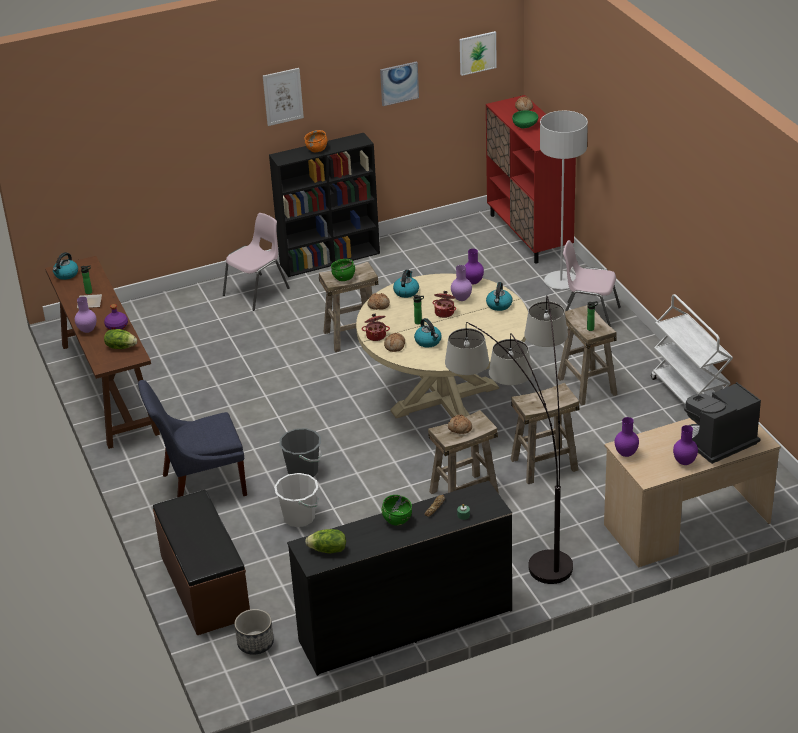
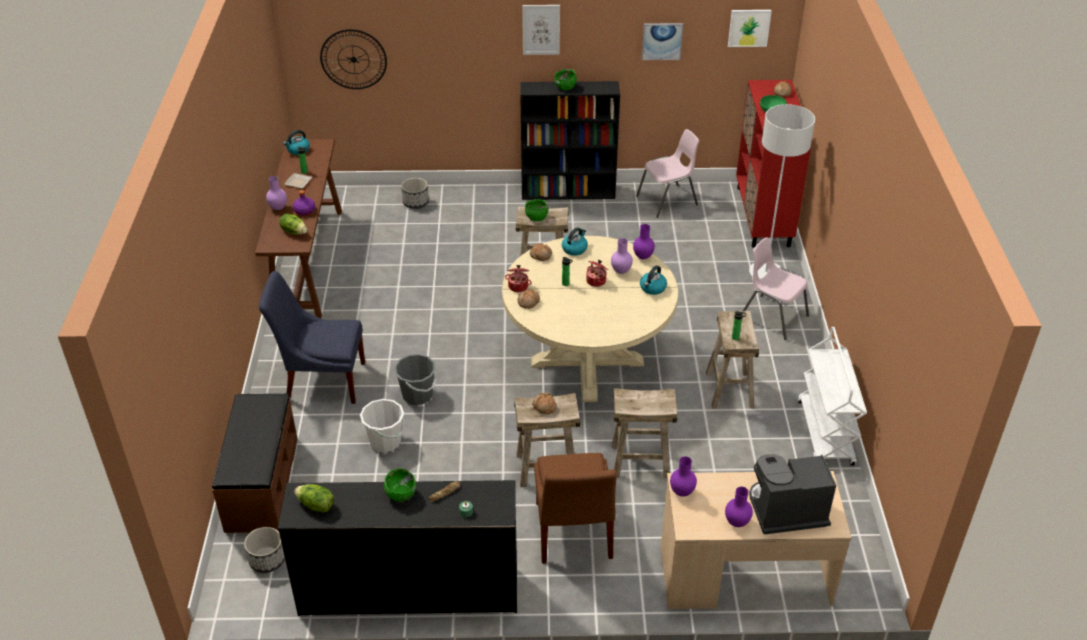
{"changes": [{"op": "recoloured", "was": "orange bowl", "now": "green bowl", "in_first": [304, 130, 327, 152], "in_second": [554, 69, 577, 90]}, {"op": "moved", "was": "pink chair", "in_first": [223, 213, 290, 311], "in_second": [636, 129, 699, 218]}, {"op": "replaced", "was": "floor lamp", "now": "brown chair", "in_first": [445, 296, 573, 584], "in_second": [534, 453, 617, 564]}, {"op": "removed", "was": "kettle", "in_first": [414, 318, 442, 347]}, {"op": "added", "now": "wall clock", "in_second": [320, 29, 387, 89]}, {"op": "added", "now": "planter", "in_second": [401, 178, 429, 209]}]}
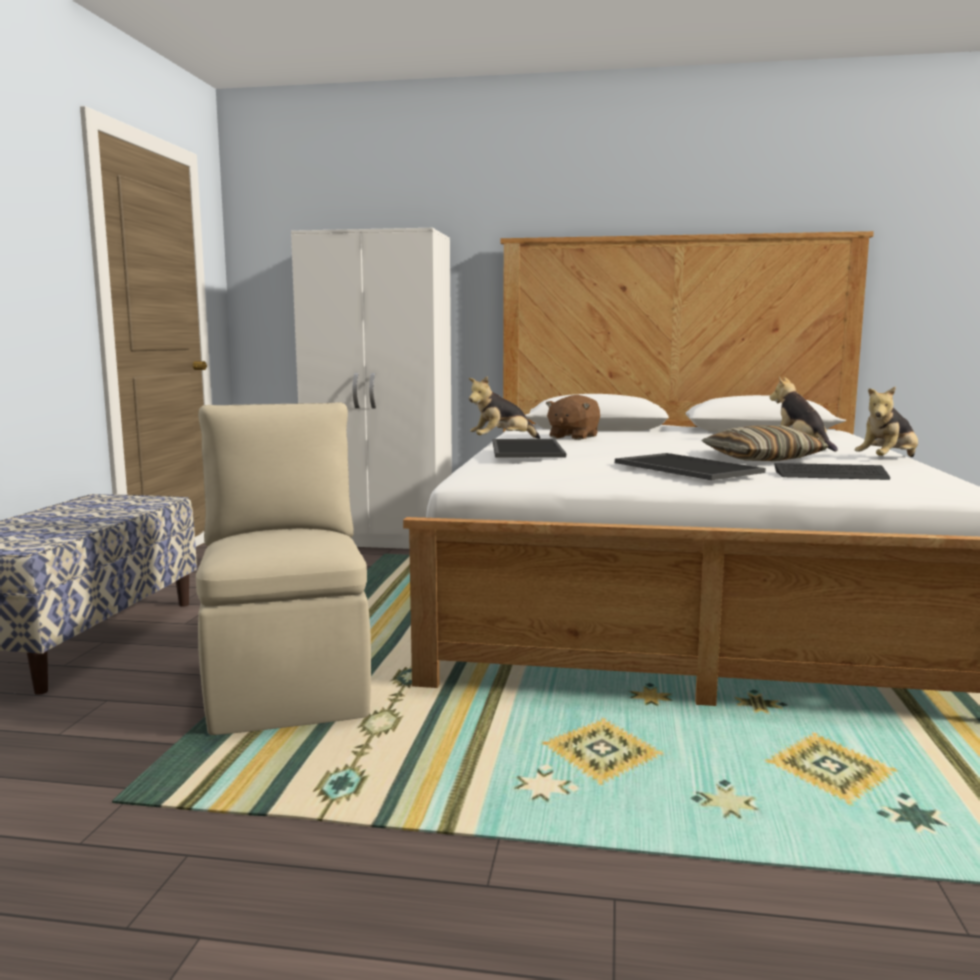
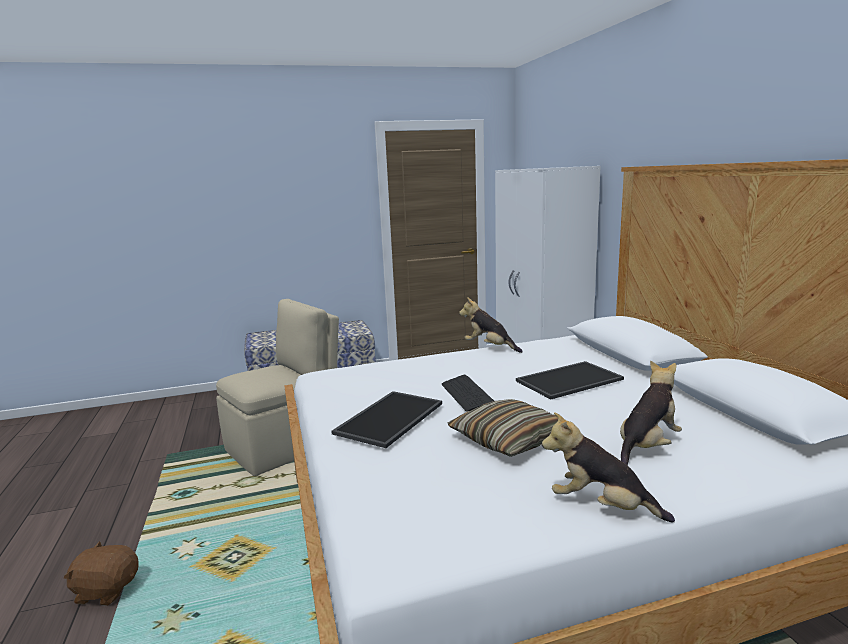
{"changes": [{"op": "moved", "was": "brown plush toy", "in_first": [545, 395, 600, 440], "in_second": [64, 541, 139, 606]}, {"op": "moved", "was": "tray", "in_first": [493, 439, 566, 458], "in_second": [516, 361, 624, 399]}, {"op": "moved", "was": "keyboard", "in_first": [774, 463, 890, 480], "in_second": [441, 374, 494, 411]}]}
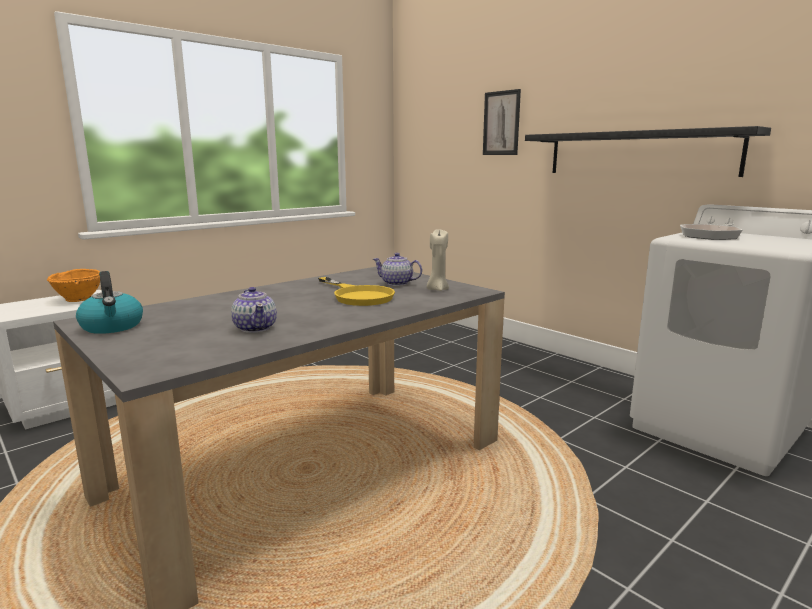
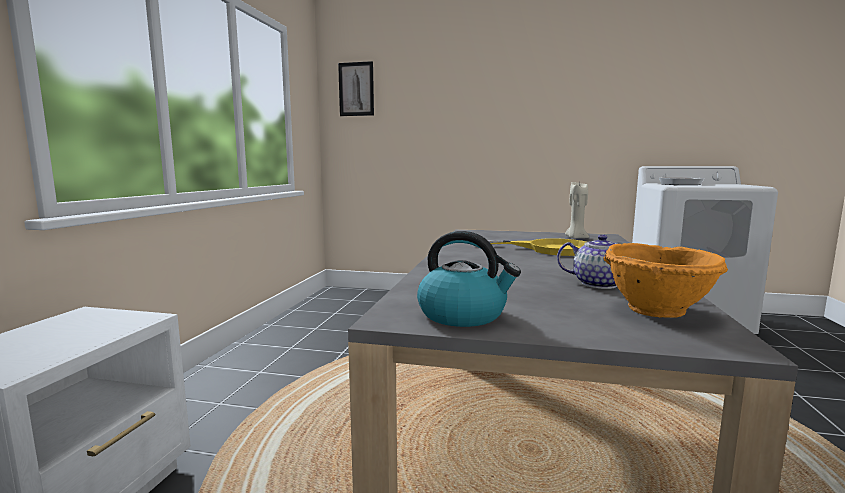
{"changes": [{"op": "moved", "was": "picture", "in_first": [483, 89, 521, 155], "in_second": [338, 61, 374, 116]}, {"op": "removed", "was": "black shelf", "in_first": [525, 126, 771, 177]}, {"op": "removed", "was": "teapot", "in_first": [373, 253, 422, 286]}, {"op": "moved", "was": "orange bowl", "in_first": [47, 269, 100, 302], "in_second": [603, 243, 728, 318]}]}
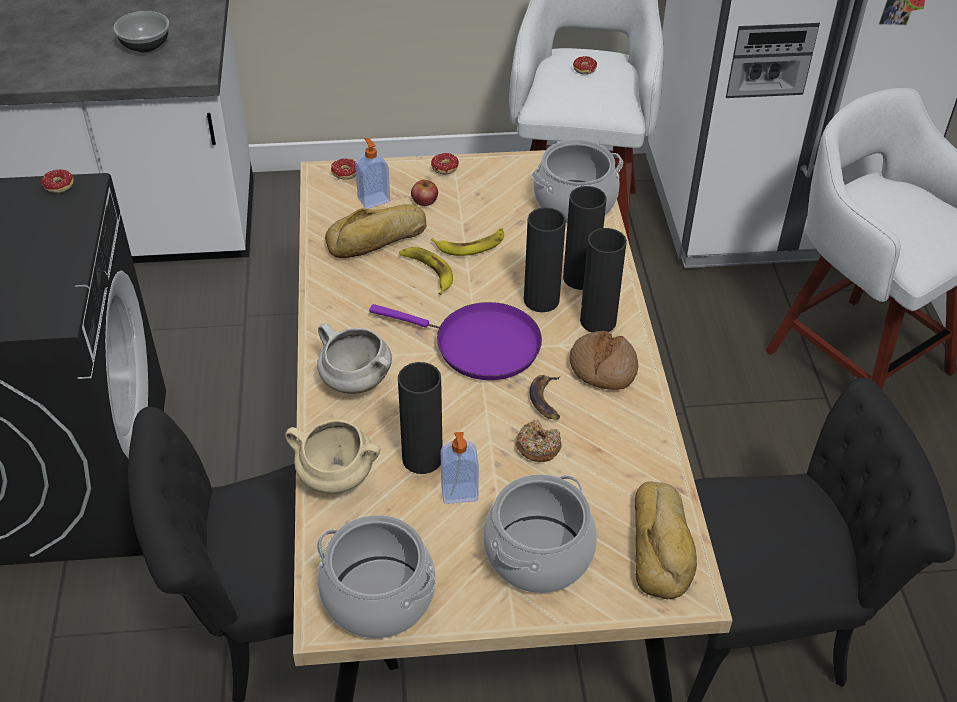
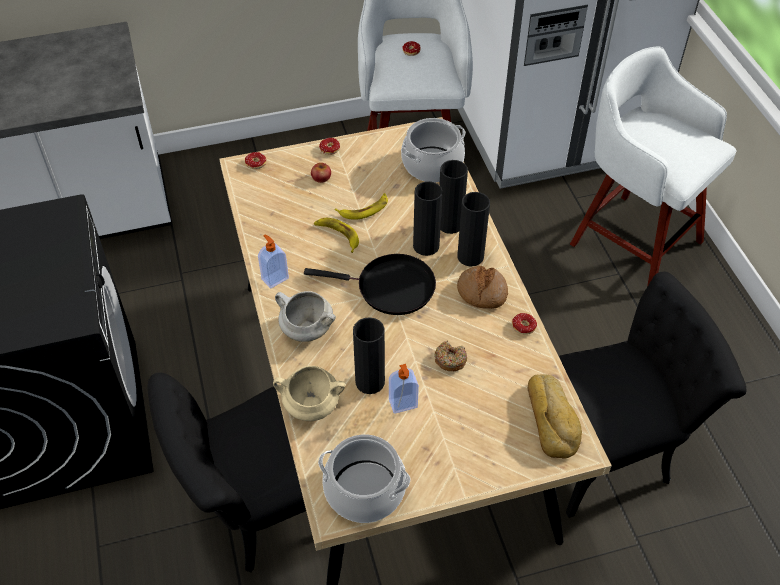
{"changes": [{"op": "removed", "was": "bowl", "in_first": [114, 11, 169, 52]}, {"op": "moved", "was": "soap dispenser", "in_first": [355, 138, 390, 209], "in_second": [258, 235, 289, 289]}, {"op": "moved", "was": "donut", "in_first": [42, 169, 74, 193], "in_second": [512, 313, 537, 335]}, {"op": "removed", "was": "bread", "in_first": [325, 204, 427, 258]}, {"op": "recoloured", "was": "purple frying pan", "now": "black frying pan", "in_first": [369, 302, 542, 380], "in_second": [304, 254, 436, 315]}, {"op": "removed", "was": "banana", "in_first": [530, 375, 560, 420]}, {"op": "removed", "was": "cooking pot", "in_first": [483, 474, 597, 593]}]}
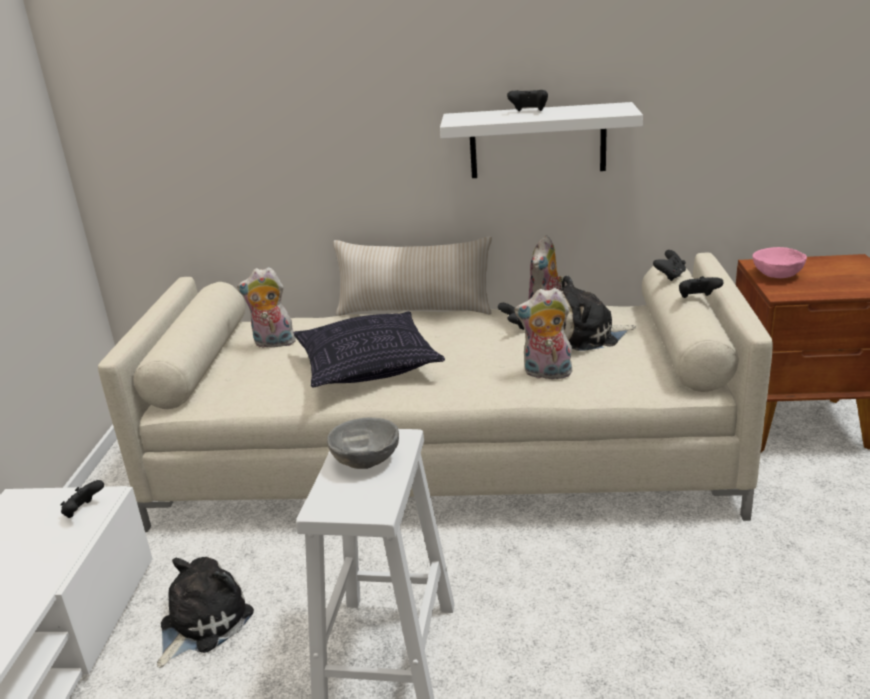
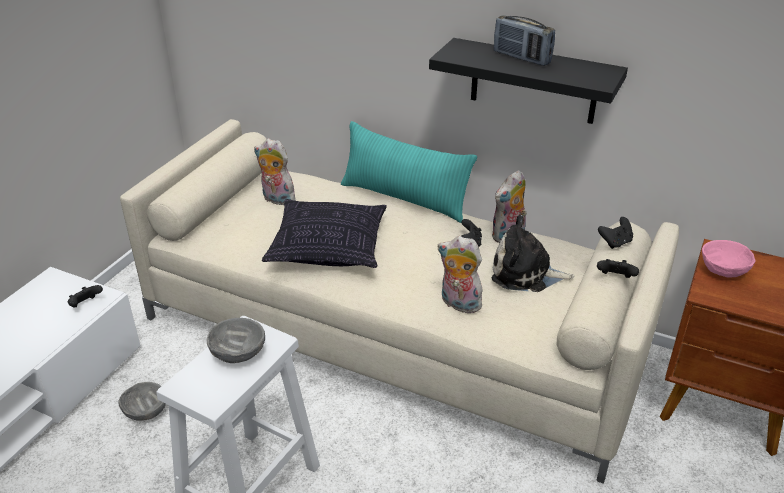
{"changes": [{"op": "replaced", "was": "black game controller", "now": "radio", "in_first": [507, 90, 548, 111], "in_second": [494, 15, 555, 66]}, {"op": "recoloured", "was": "white shelf", "now": "black shelf", "in_first": [440, 102, 643, 178], "in_second": [429, 38, 628, 124]}, {"op": "recoloured", "was": "beige pillow", "now": "turquoise pillow", "in_first": [333, 237, 492, 316], "in_second": [341, 121, 477, 223]}, {"op": "replaced", "was": "plush toy", "now": "grey bowl", "in_first": [157, 557, 254, 668], "in_second": [118, 382, 166, 421]}]}
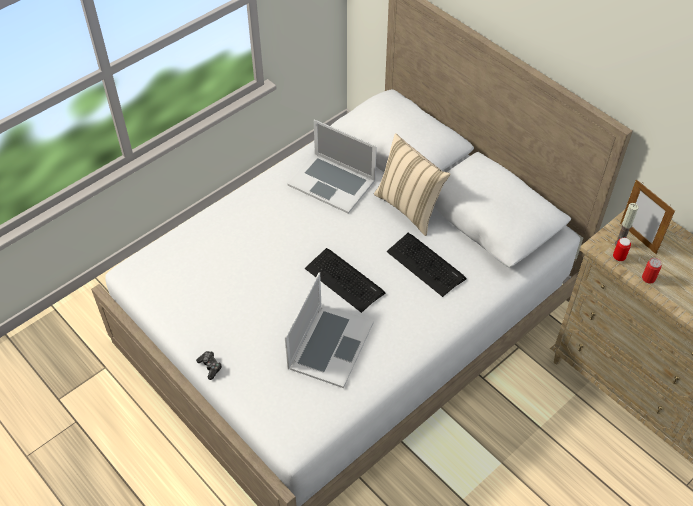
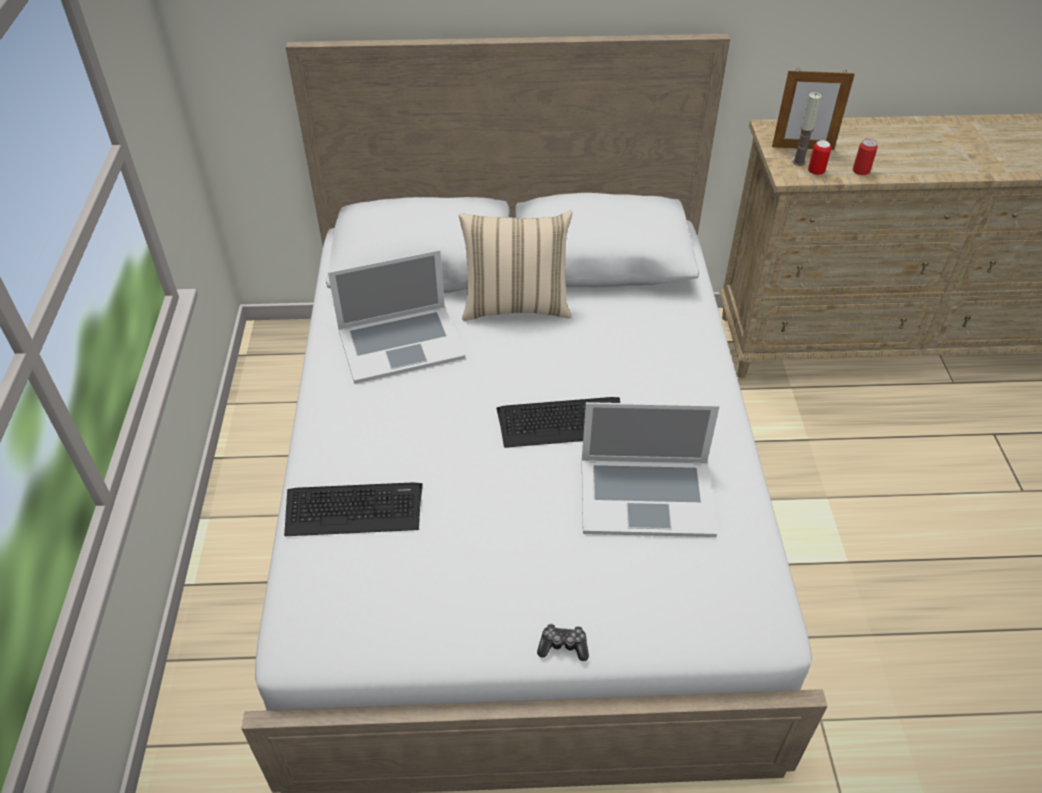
{"changes": [{"op": "moved", "was": "keyboard", "in_first": [387, 233, 467, 297], "in_second": [284, 482, 423, 536]}, {"op": "turned", "was": "laptop", "in_first": [285, 272, 374, 388], "in_second": [582, 402, 720, 537], "clockwise": 120}]}
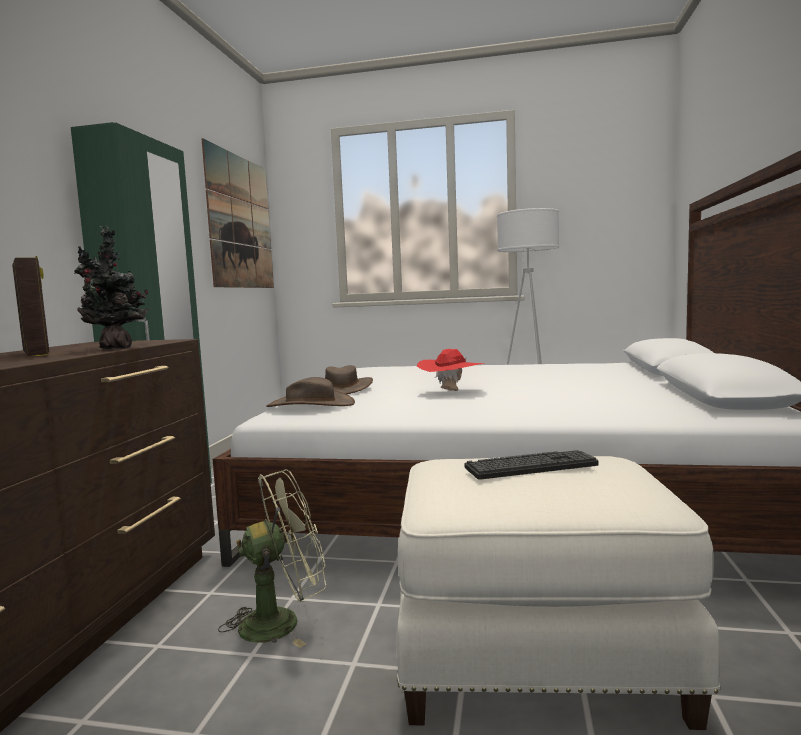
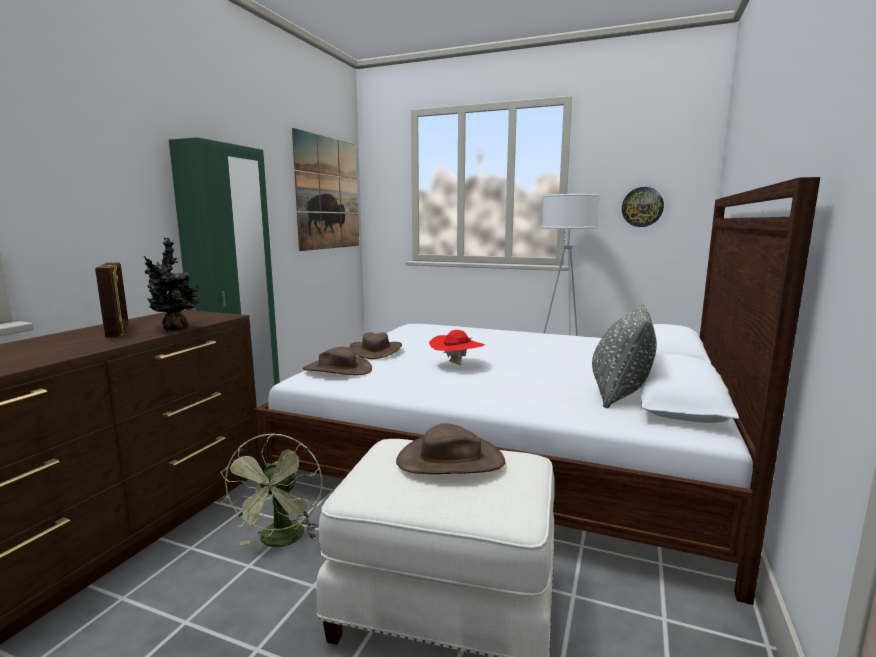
{"changes": [{"op": "replaced", "was": "keyboard", "now": "brown hat", "in_first": [465, 450, 599, 480], "in_second": [396, 423, 505, 474]}, {"op": "turned", "was": "green fan", "in_first": [218, 469, 326, 648], "in_second": [220, 433, 322, 547], "clockwise": 105}, {"op": "added", "now": "wall clock", "in_second": [622, 187, 664, 227]}, {"op": "added", "now": "grey pillow", "in_second": [592, 304, 657, 408]}]}
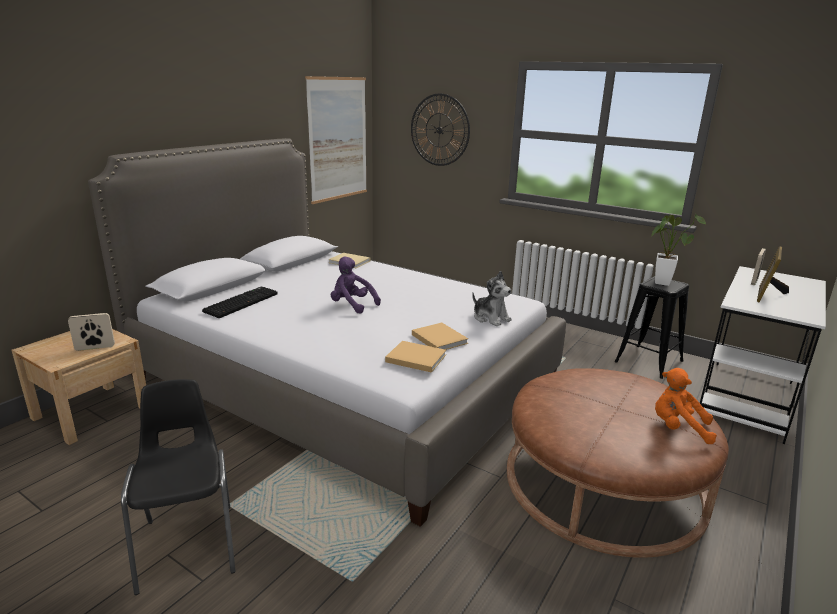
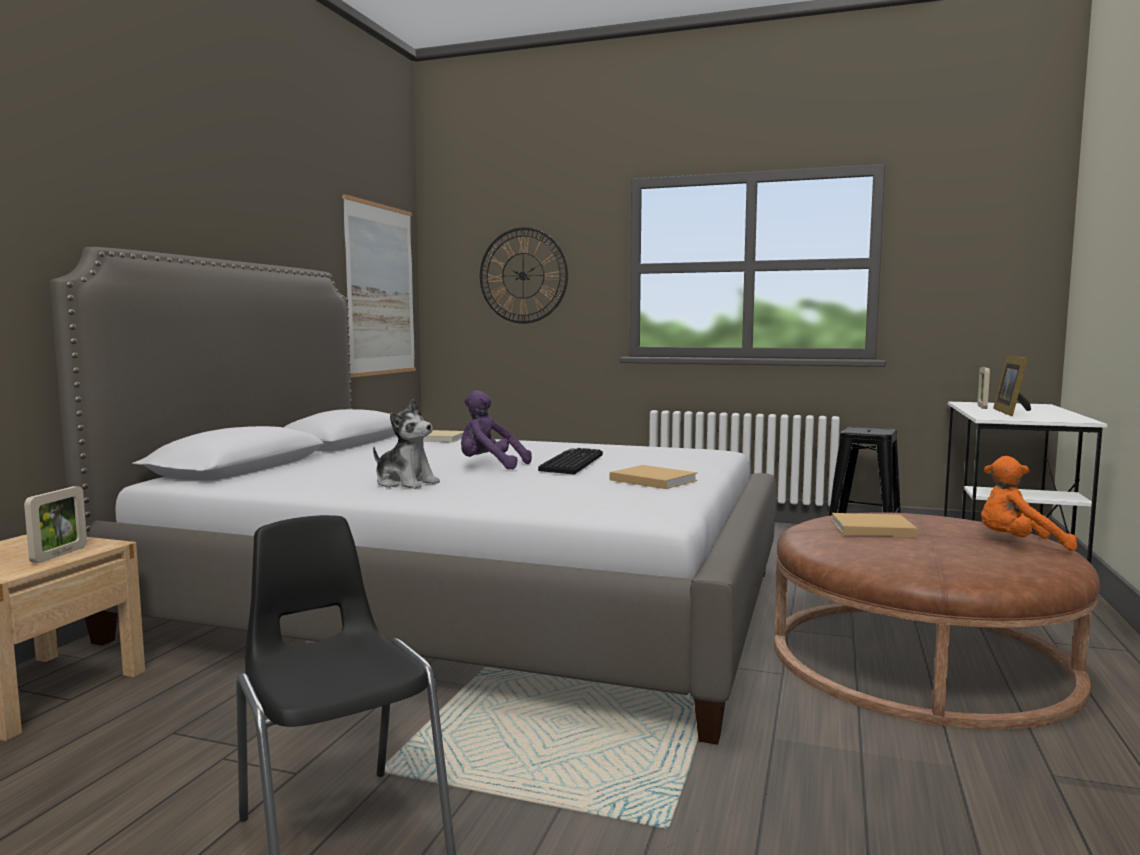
{"changes": [{"op": "removed", "was": "potted plant", "in_first": [651, 213, 706, 286]}, {"op": "moved", "was": "plush toy", "in_first": [472, 271, 512, 326], "in_second": [373, 399, 440, 489]}, {"op": "moved", "was": "keyboard", "in_first": [202, 286, 278, 318], "in_second": [538, 448, 603, 474]}, {"op": "turned", "was": "picture frame", "in_first": [68, 313, 115, 351], "in_second": [24, 486, 87, 563], "clockwise": 135}, {"op": "moved", "was": "beige book", "in_first": [385, 341, 446, 373], "in_second": [831, 513, 918, 537]}]}
